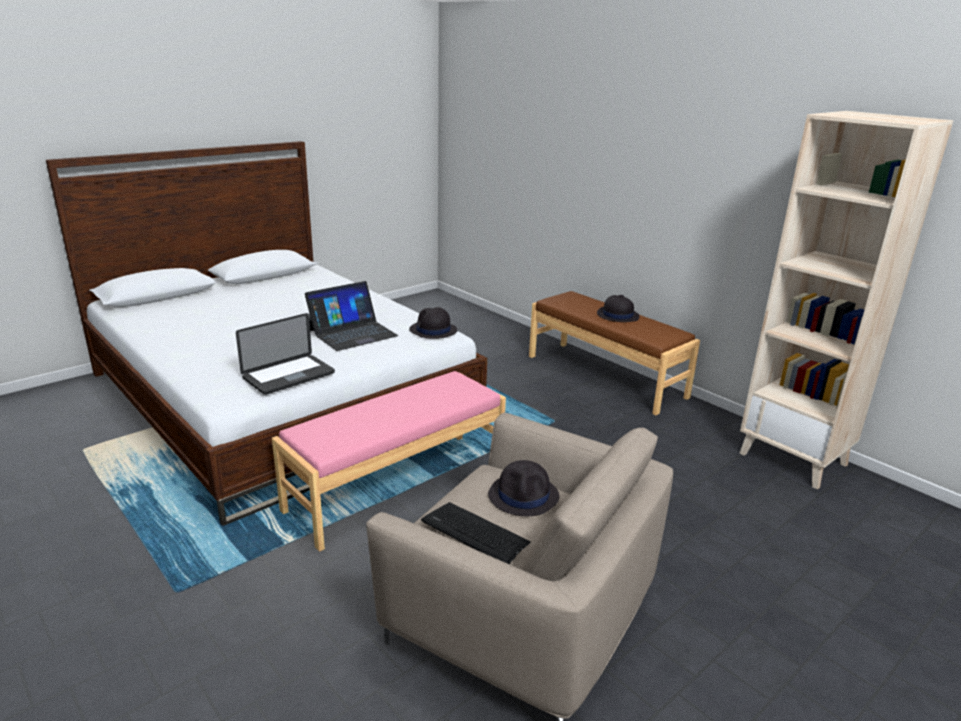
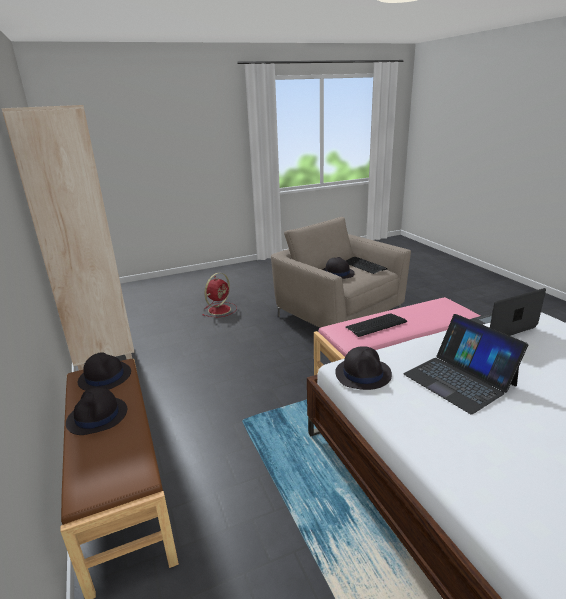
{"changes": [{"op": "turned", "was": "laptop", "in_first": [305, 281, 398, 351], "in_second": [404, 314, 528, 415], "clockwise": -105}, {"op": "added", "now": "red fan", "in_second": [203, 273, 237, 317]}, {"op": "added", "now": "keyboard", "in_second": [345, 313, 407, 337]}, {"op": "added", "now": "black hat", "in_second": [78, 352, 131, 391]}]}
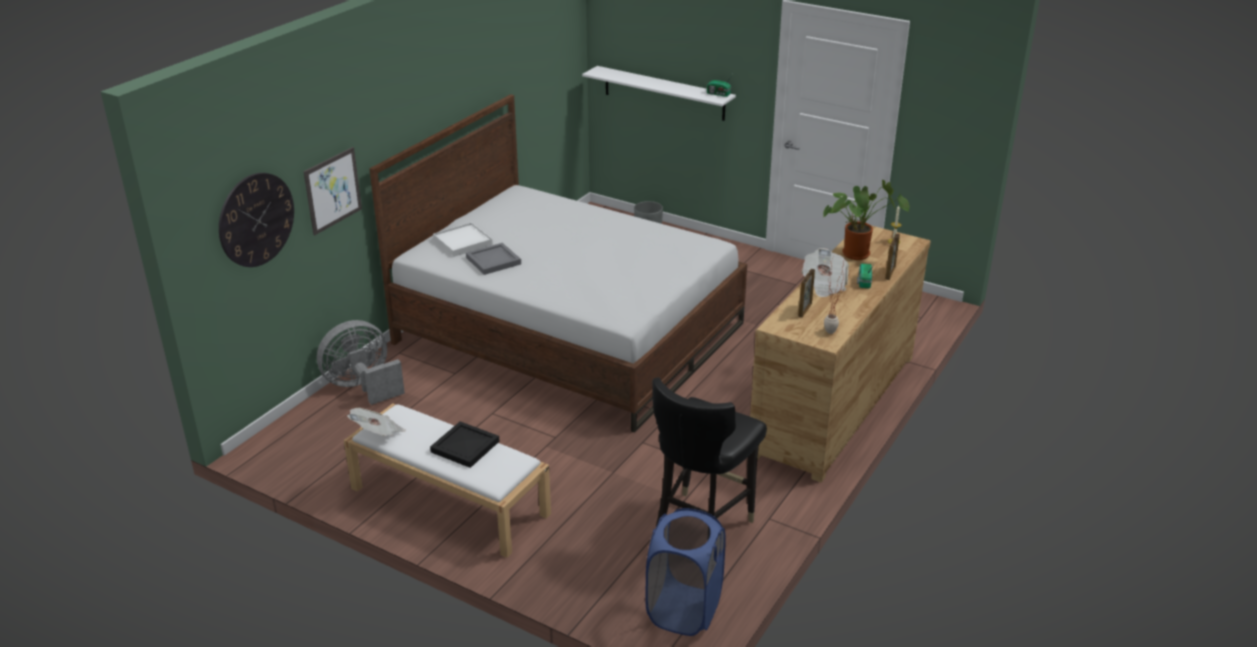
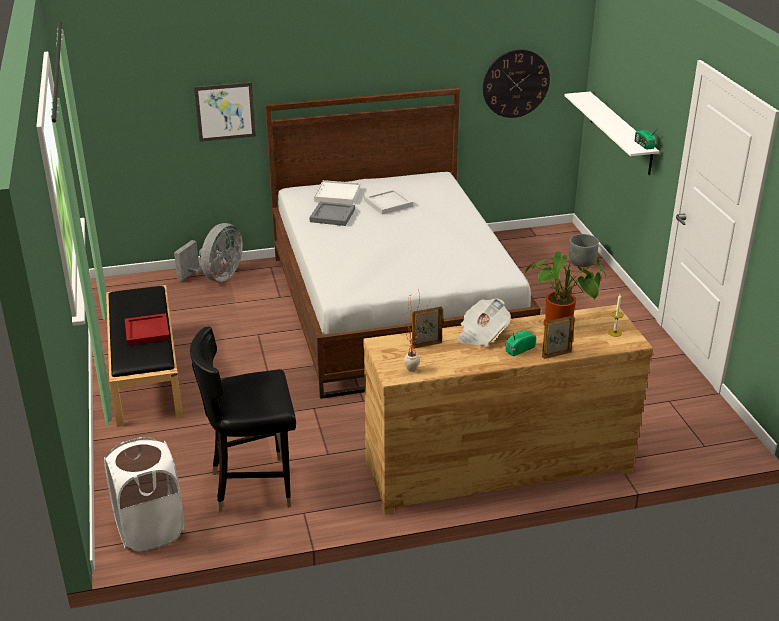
{"changes": [{"op": "moved", "was": "wall clock", "in_first": [219, 173, 294, 267], "in_second": [483, 49, 550, 118]}, {"op": "turned", "was": "grey fan", "in_first": [317, 320, 405, 405], "in_second": [174, 223, 243, 282], "clockwise": 105}, {"op": "recoloured", "was": "white bench", "now": "black bench", "in_first": [344, 403, 551, 558], "in_second": [106, 285, 183, 427]}, {"op": "removed", "was": "newspaper", "in_first": [347, 408, 406, 436]}, {"op": "recoloured", "was": "black tray", "now": "red tray", "in_first": [430, 421, 500, 468], "in_second": [125, 313, 170, 345]}, {"op": "recoloured", "was": "blue laundry basket", "now": "white laundry basket", "in_first": [646, 508, 726, 636], "in_second": [104, 437, 184, 552]}, {"op": "added", "now": "white tray", "in_second": [364, 188, 413, 215]}]}
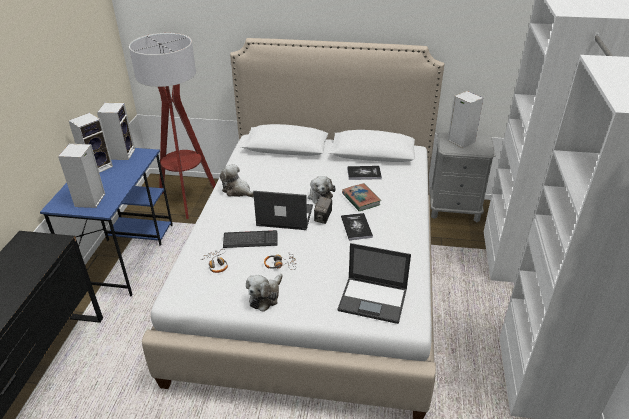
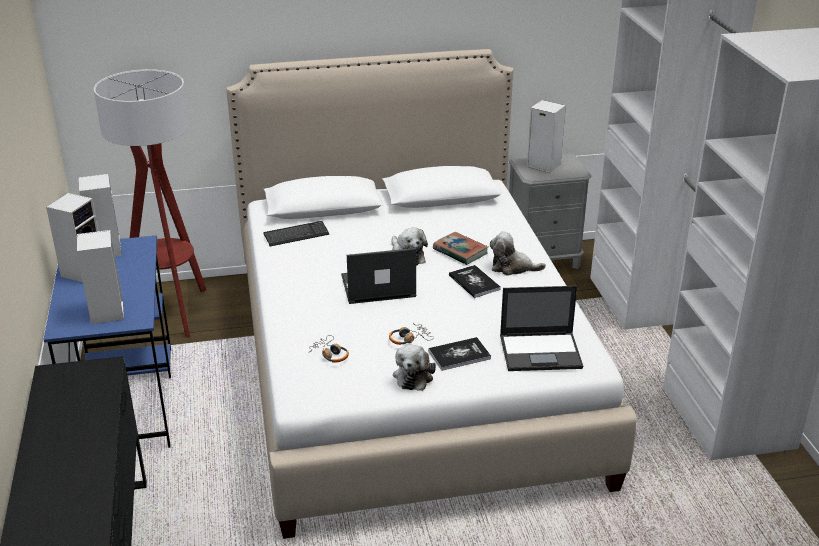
{"changes": [{"op": "moved", "was": "plush toy", "in_first": [220, 164, 254, 197], "in_second": [490, 232, 546, 276]}, {"op": "moved", "was": "book", "in_first": [347, 166, 382, 180], "in_second": [428, 337, 491, 371]}, {"op": "removed", "was": "photo camera", "in_first": [314, 196, 332, 224]}, {"op": "moved", "was": "keyboard", "in_first": [223, 230, 278, 248], "in_second": [264, 221, 329, 246]}]}
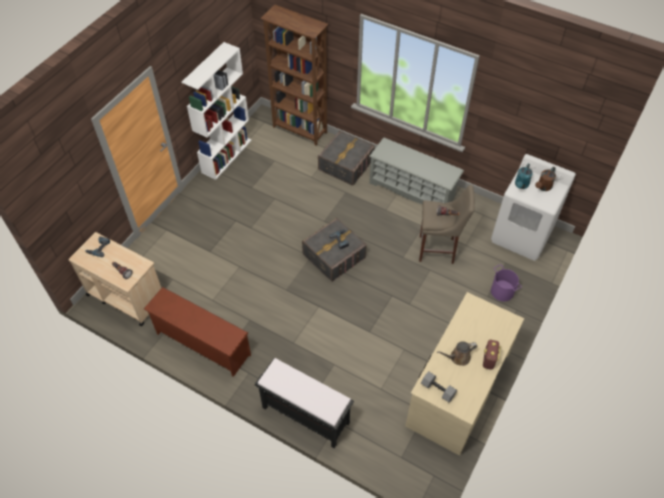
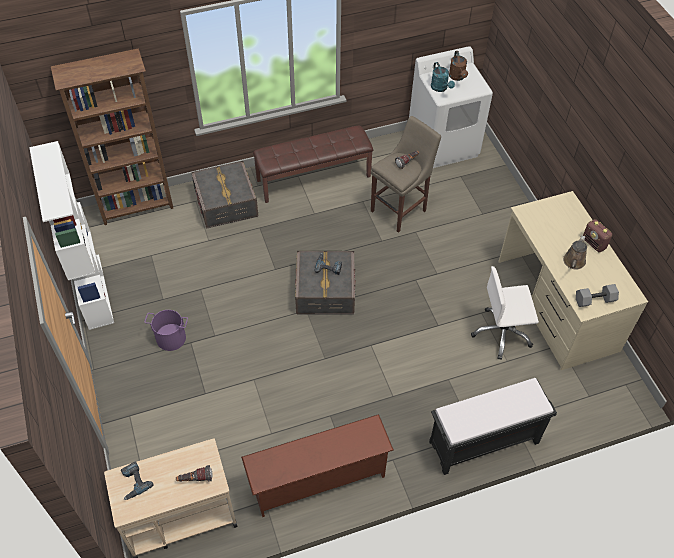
{"changes": [{"op": "replaced", "was": "grey shoe rack", "now": "brown bench", "in_first": [369, 138, 464, 204], "in_second": [253, 126, 373, 203]}, {"op": "moved", "was": "purple bucket", "in_first": [491, 264, 522, 301], "in_second": [144, 310, 188, 351]}, {"op": "added", "now": "white office chair", "in_second": [471, 266, 539, 360]}]}
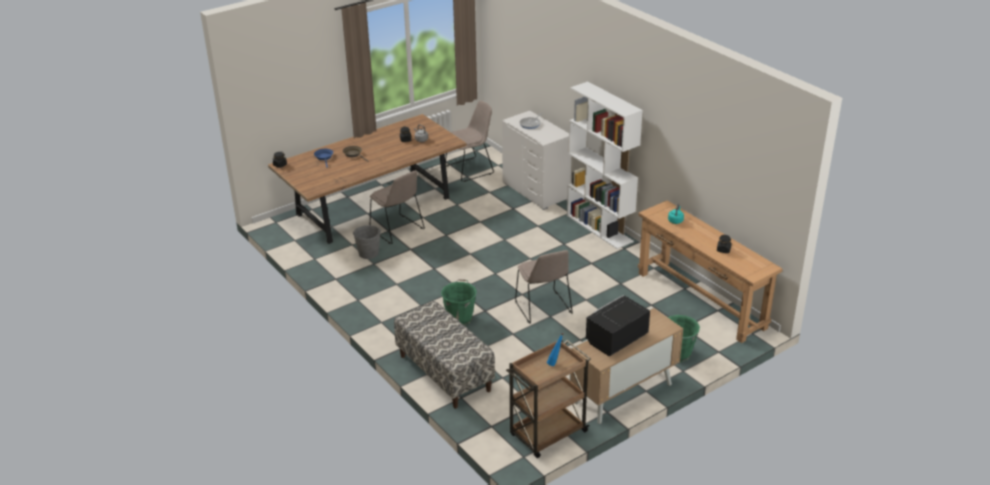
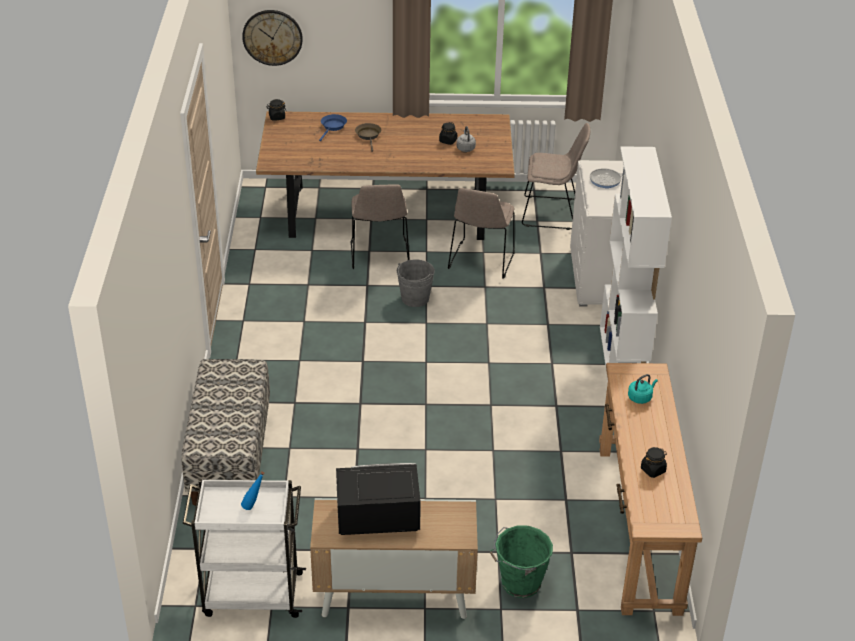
{"changes": [{"op": "moved", "was": "grey bucket", "in_first": [353, 225, 381, 259], "in_second": [397, 259, 435, 307]}, {"op": "moved", "was": "beige chair", "in_first": [515, 250, 573, 324], "in_second": [448, 188, 515, 279]}, {"op": "removed", "was": "green bucket", "in_first": [441, 279, 479, 326]}, {"op": "recoloured", "was": "brown cart", "now": "white cart", "in_first": [506, 340, 591, 458], "in_second": [183, 479, 306, 618]}, {"op": "added", "now": "wall clock", "in_second": [242, 10, 303, 66]}]}
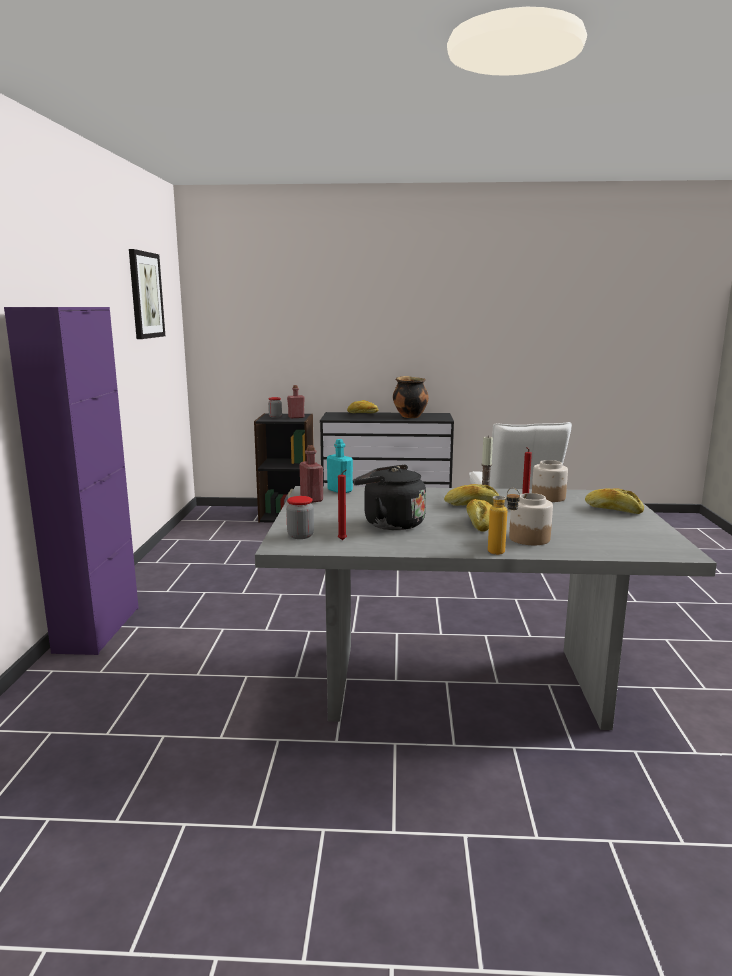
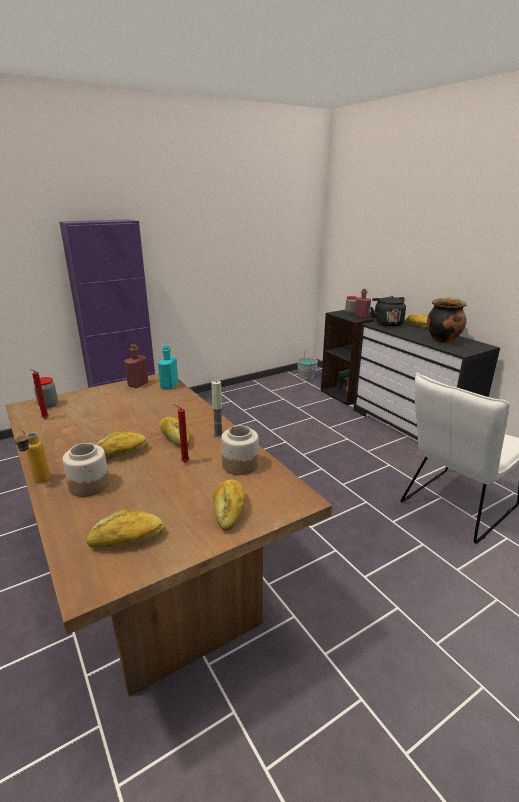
{"changes": [{"op": "removed", "was": "picture", "in_first": [129, 249, 165, 339]}, {"op": "moved", "was": "black kettle", "in_first": [353, 465, 426, 530], "in_second": [370, 296, 406, 327]}, {"op": "recoloured", "was": "grey dining table", "now": "brown dining table", "in_first": [255, 486, 717, 730], "in_second": [5, 374, 332, 697]}, {"op": "added", "now": "grey bucket", "in_second": [297, 351, 318, 379]}, {"op": "added", "now": "bread", "in_second": [87, 509, 165, 548]}]}
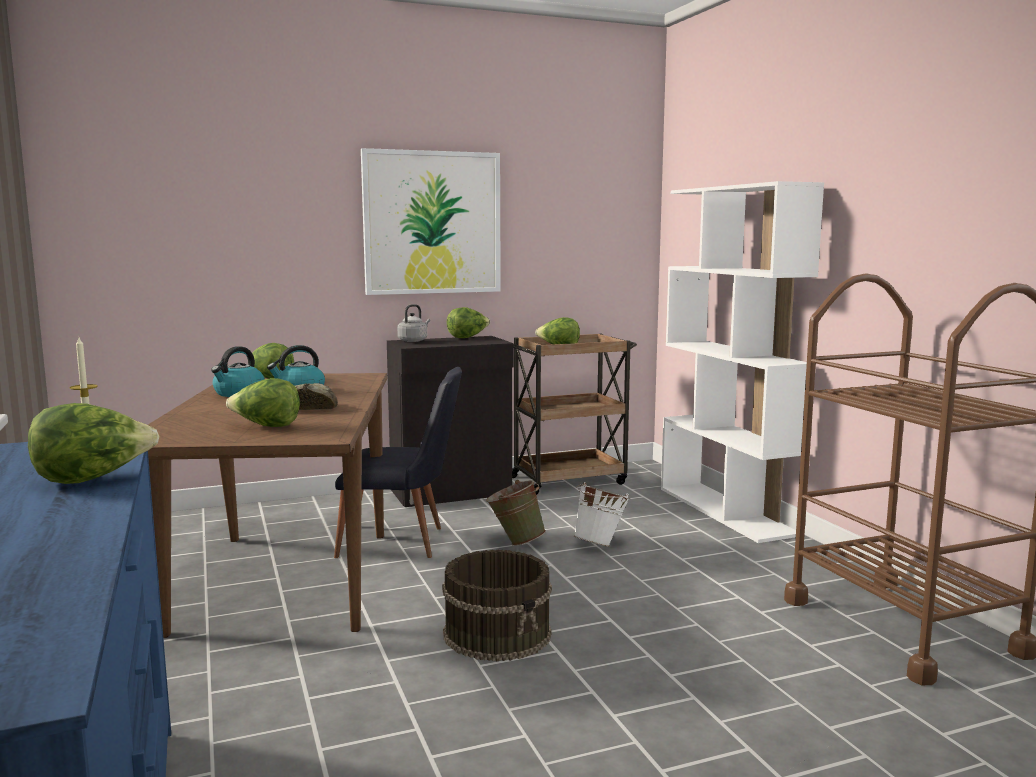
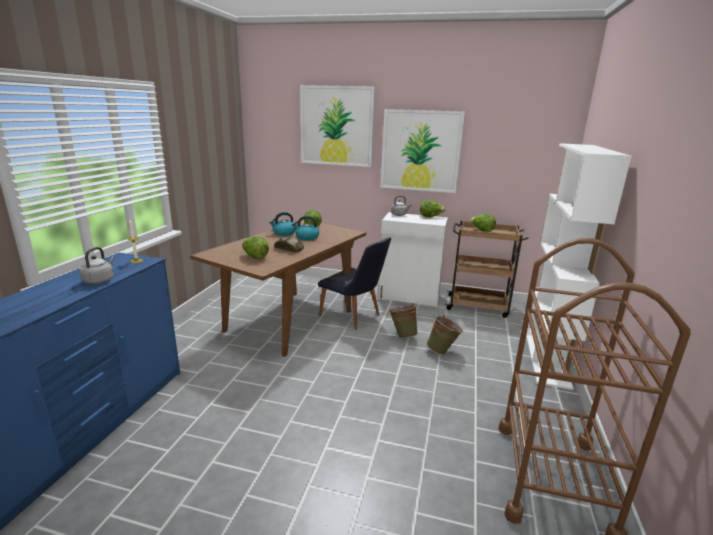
{"changes": [{"op": "recoloured", "was": "black cabinet", "now": "white cabinet", "in_first": [387, 336, 514, 507], "in_second": [379, 212, 448, 306]}, {"op": "replaced", "was": "lettuce", "now": "grey kettle", "in_first": [28, 403, 160, 484], "in_second": [79, 247, 114, 284]}, {"op": "recoloured", "was": "white bucket", "now": "green bucket", "in_first": [574, 482, 630, 547], "in_second": [427, 315, 463, 355]}, {"op": "removed", "was": "brown bucket", "in_first": [442, 549, 552, 661]}, {"op": "added", "now": "picture", "in_second": [300, 85, 375, 167]}]}
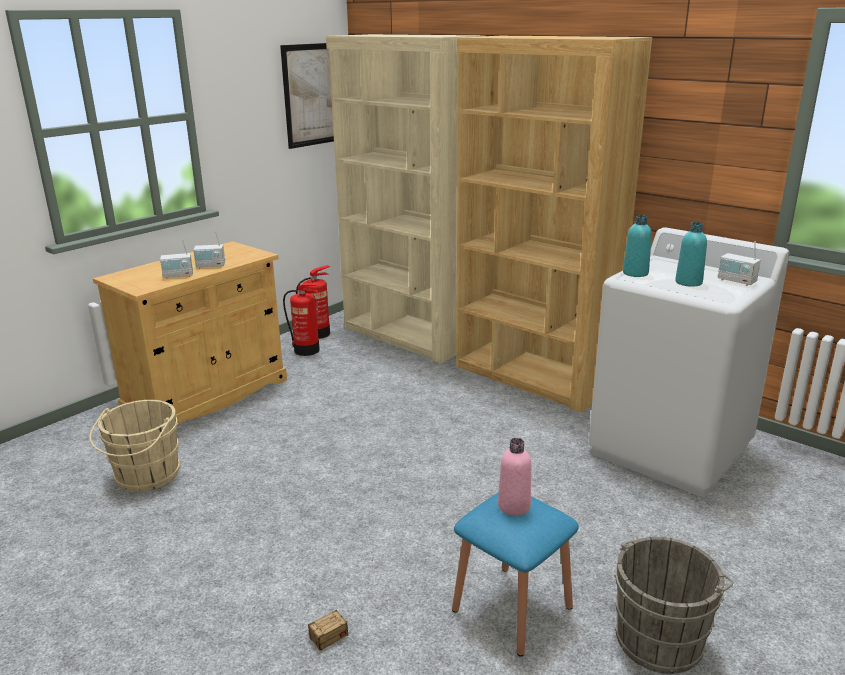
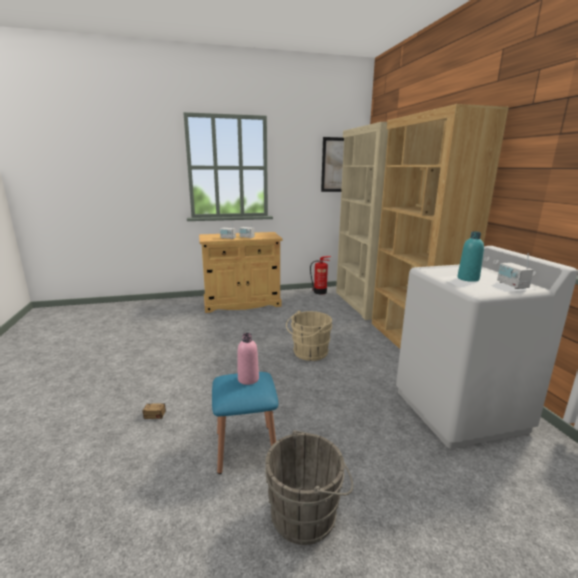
{"changes": [{"op": "removed", "was": "turquoise bottle", "in_first": [623, 215, 652, 277]}, {"op": "removed", "was": "fire extinguisher", "in_first": [283, 283, 320, 356]}, {"op": "moved", "was": "beige bucket", "in_first": [89, 400, 180, 491], "in_second": [286, 311, 332, 361]}]}
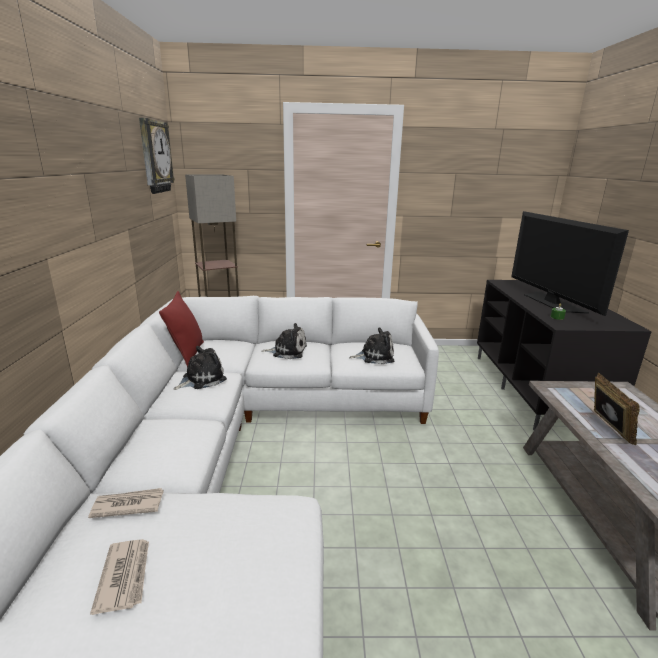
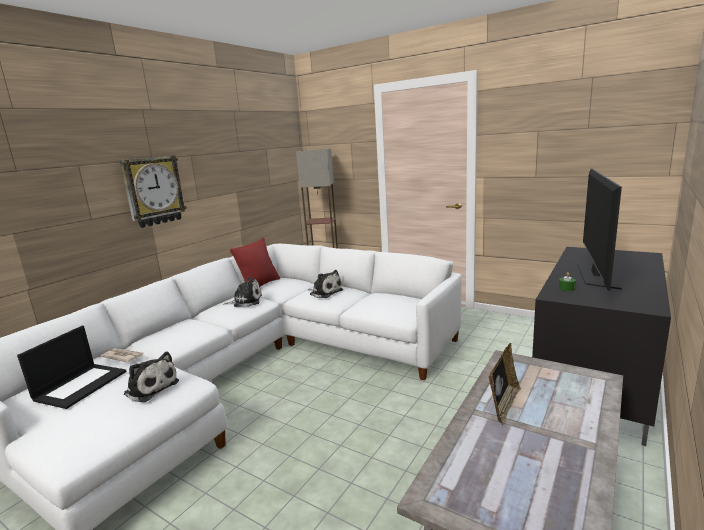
{"changes": [{"op": "moved", "was": "wall clock", "in_first": [139, 118, 175, 194], "in_second": [120, 156, 187, 228]}, {"op": "moved", "was": "plush toy", "in_first": [349, 327, 394, 364], "in_second": [124, 352, 179, 402]}, {"op": "replaced", "was": "newspaper", "now": "laptop", "in_first": [90, 539, 149, 615], "in_second": [17, 326, 127, 409]}]}
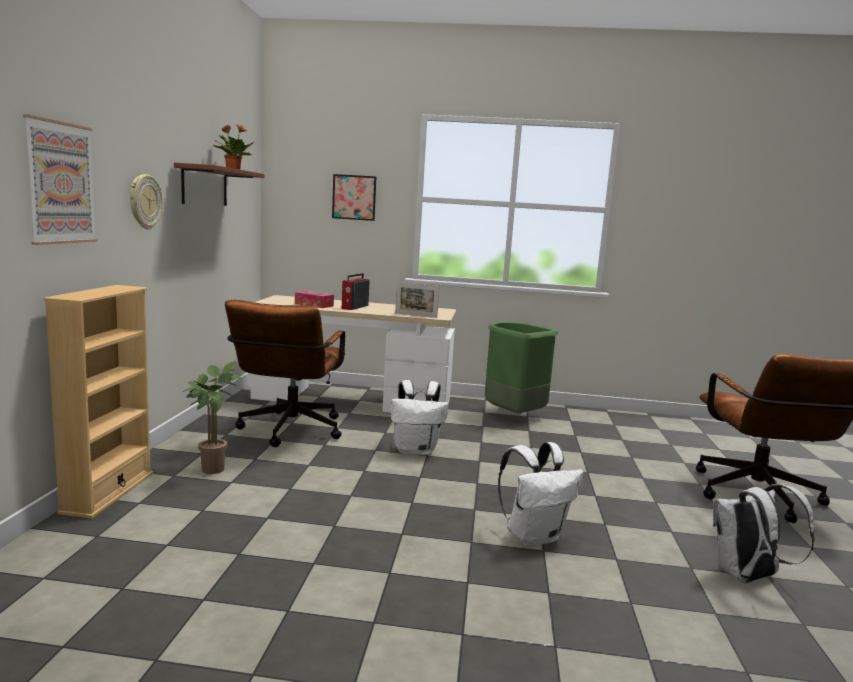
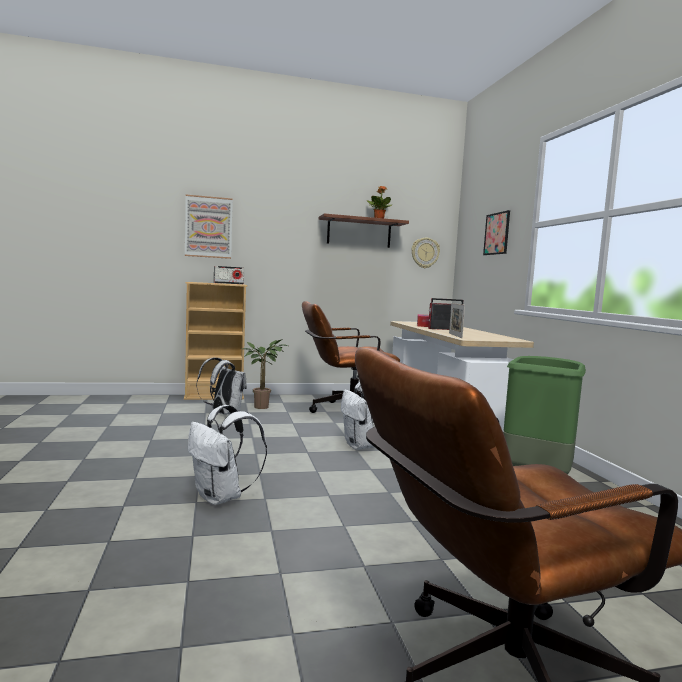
{"changes": [{"op": "moved", "was": "wall clock", "in_first": [130, 174, 163, 230], "in_second": [411, 238, 440, 268]}, {"op": "moved", "was": "white backpack", "in_first": [713, 484, 815, 583], "in_second": [196, 357, 247, 415]}, {"op": "added", "now": "radio", "in_second": [214, 266, 244, 284]}]}
